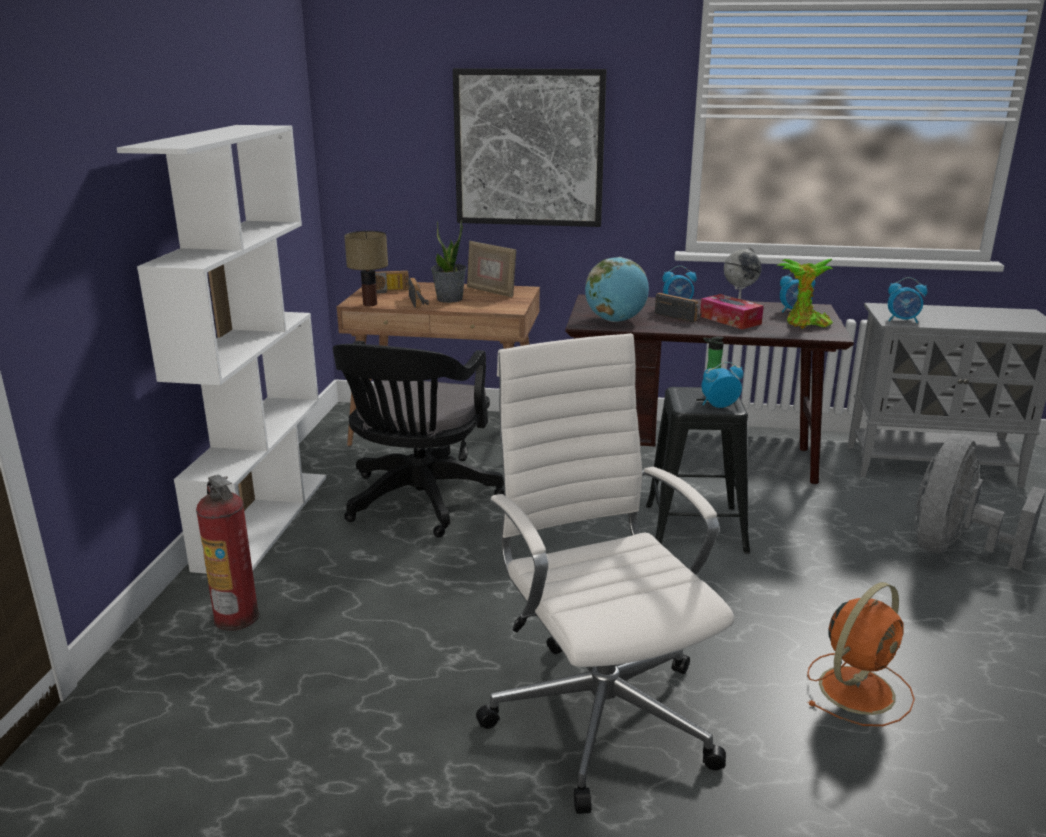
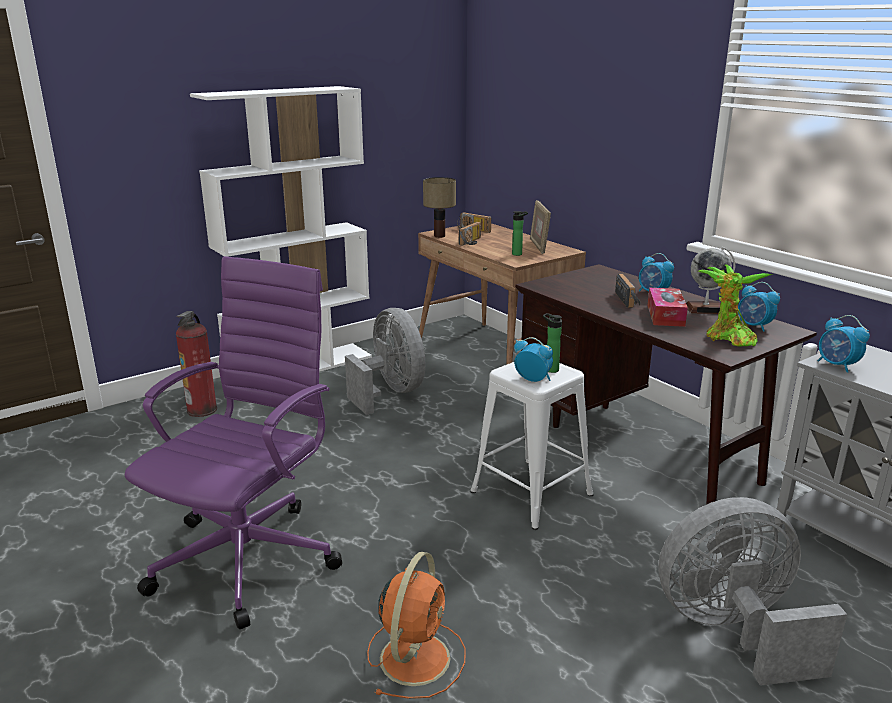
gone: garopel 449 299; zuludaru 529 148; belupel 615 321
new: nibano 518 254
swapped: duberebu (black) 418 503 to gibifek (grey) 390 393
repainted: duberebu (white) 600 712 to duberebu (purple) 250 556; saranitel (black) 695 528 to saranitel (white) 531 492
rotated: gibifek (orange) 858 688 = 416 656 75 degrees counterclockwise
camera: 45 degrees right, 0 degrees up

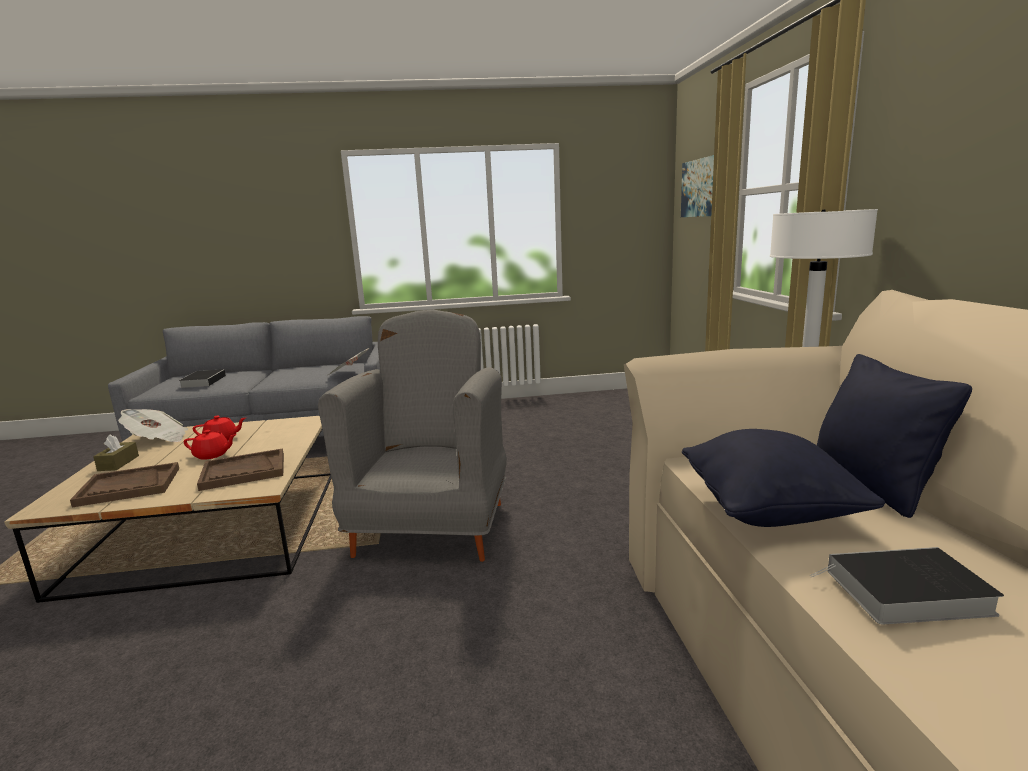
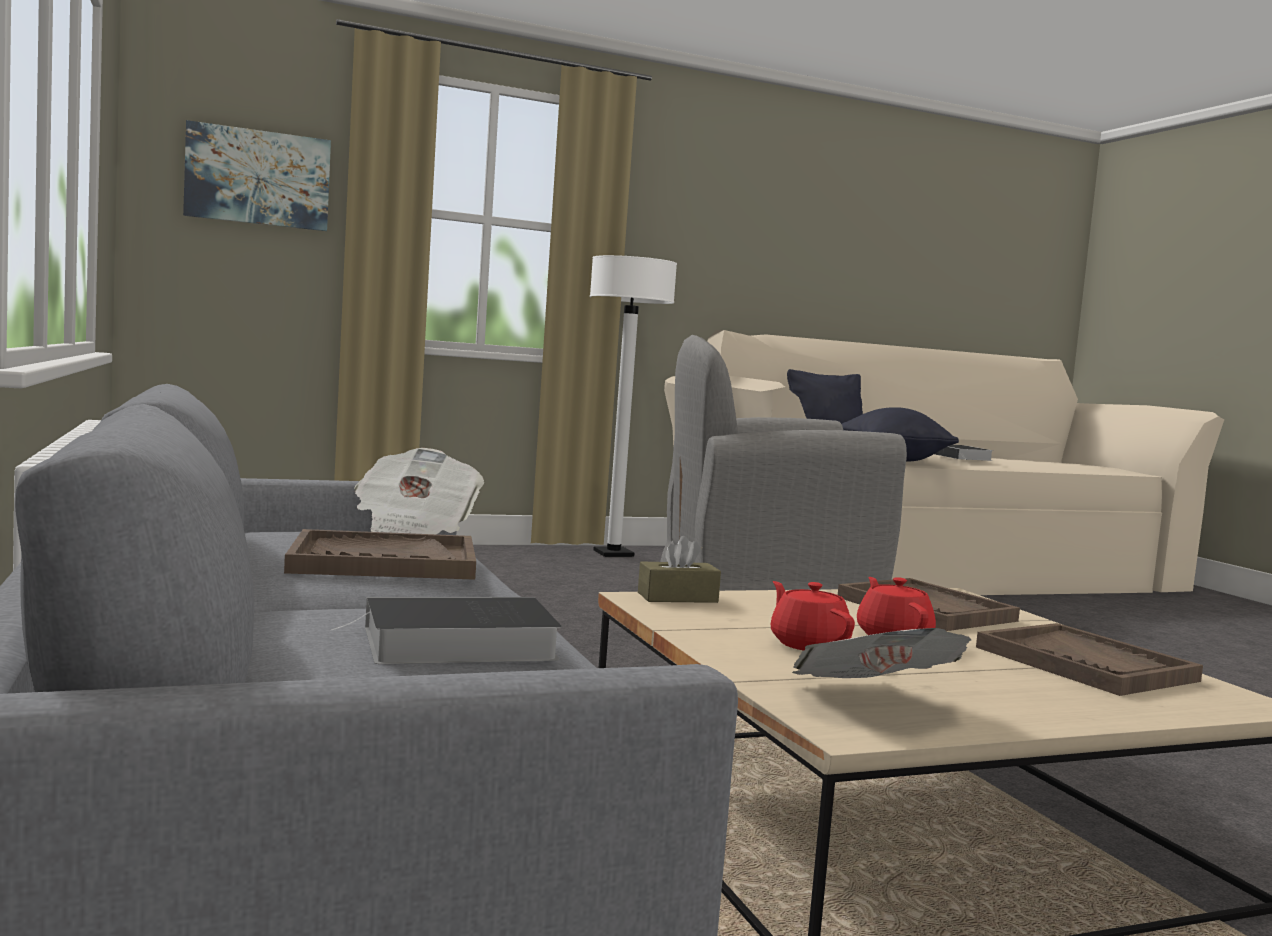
new: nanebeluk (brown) 383 561
shifted: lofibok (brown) 118 463 to 677 597
camera: 105 degrees left, 10 degrees down

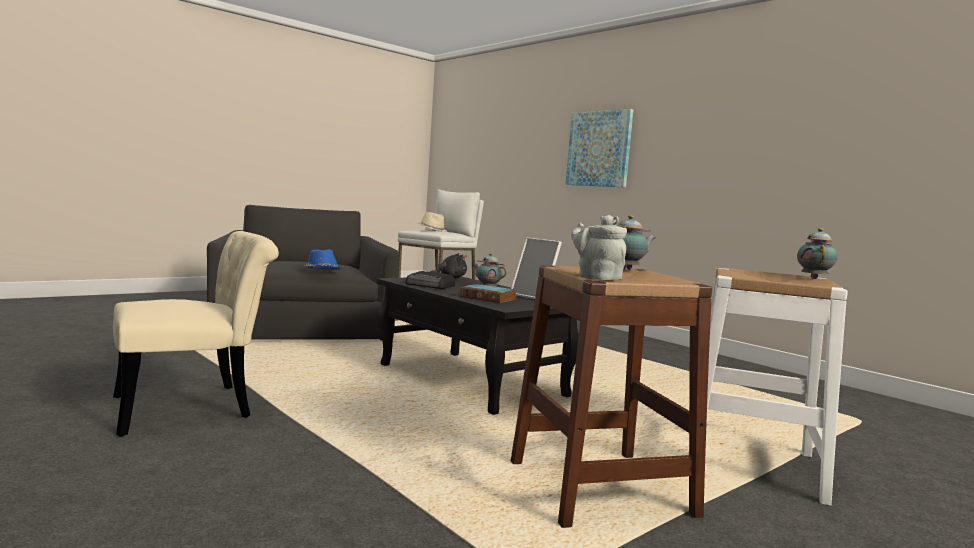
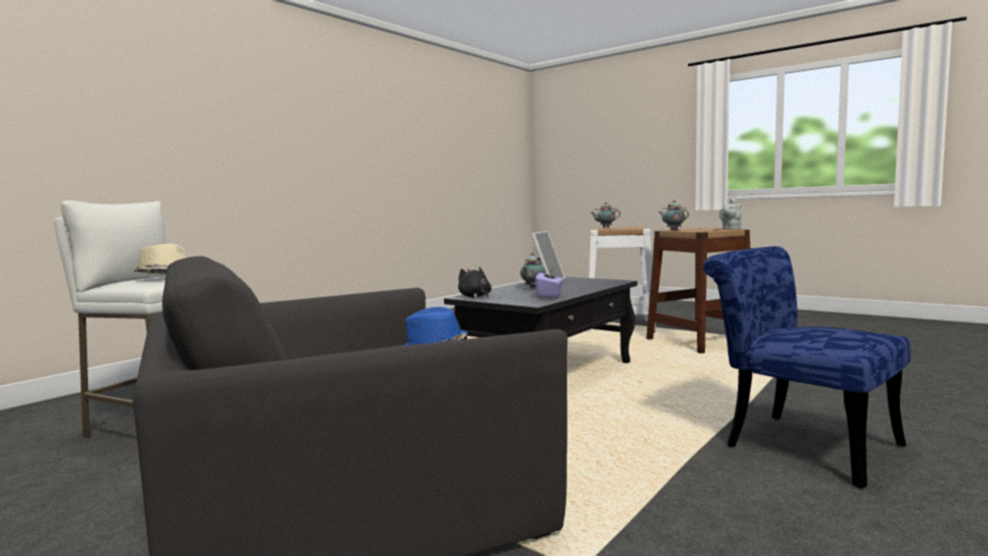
gone: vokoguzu 489 298; zuludaru 599 149
swapped: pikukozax 430 285 to lofibok (purple) 550 295
repainted: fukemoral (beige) 196 407 to fukemoral (blue) 797 443
camera: 100 degrees left, 0 degrees up

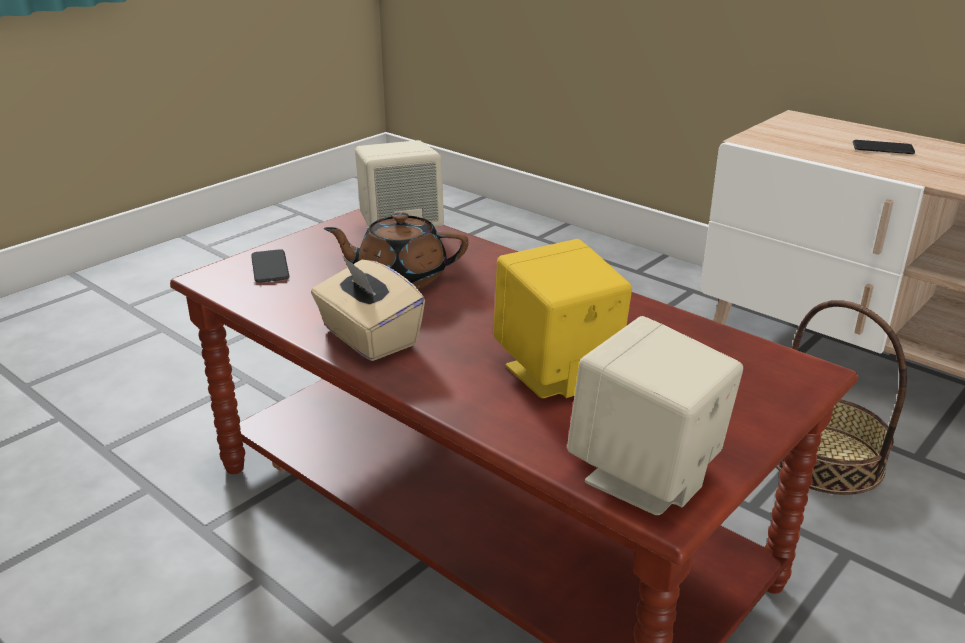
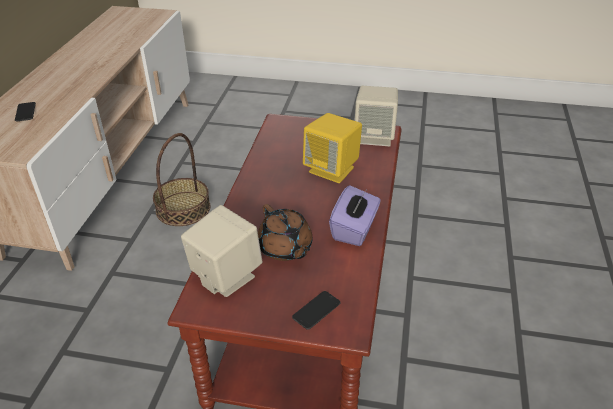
repainted: lofibok (beige) 368 338 to lofibok (purple) 354 229
camera: 120 degrees left, 10 degrees up

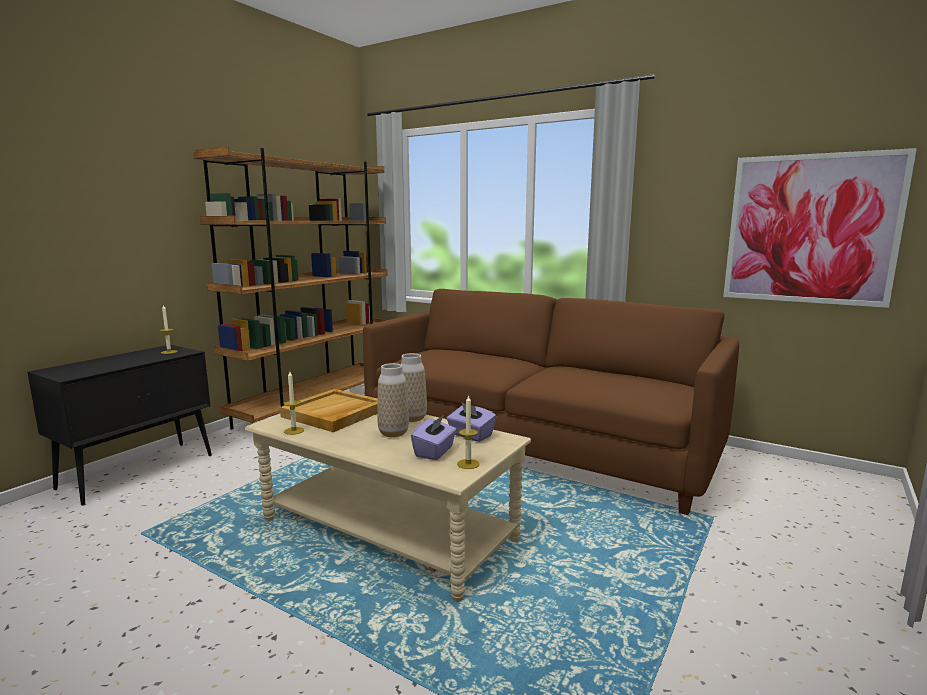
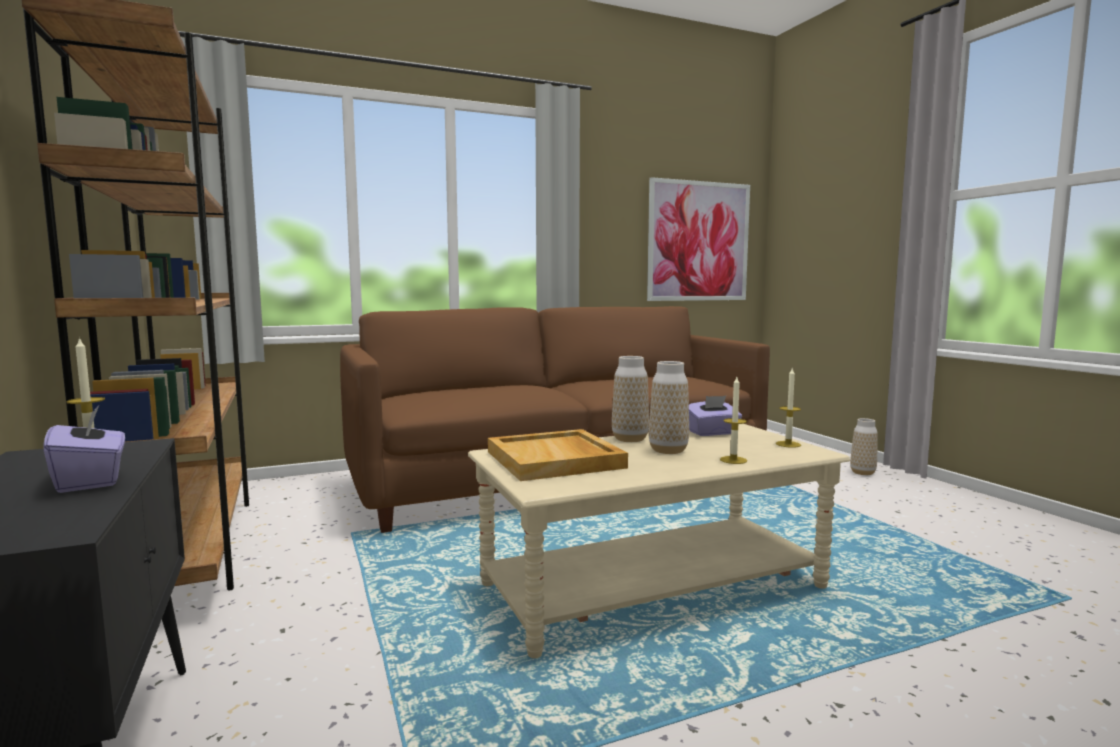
new: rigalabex 862 473
shifted: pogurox 294 431 to 733 460; lofibok (purple) 434 452 to 91 480
camera: 55 degrees left, 5 degrees down

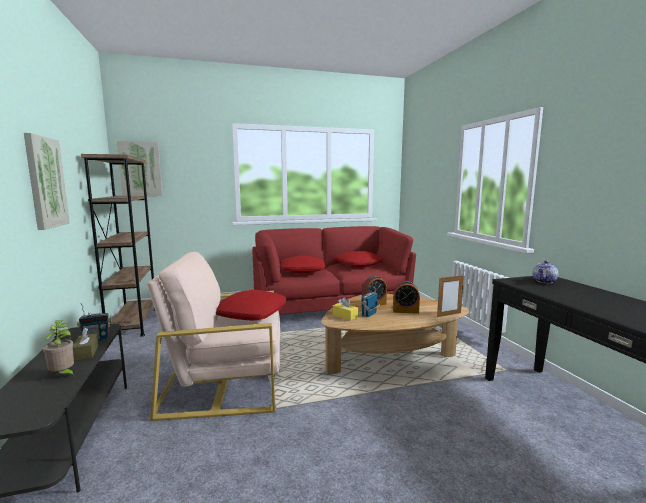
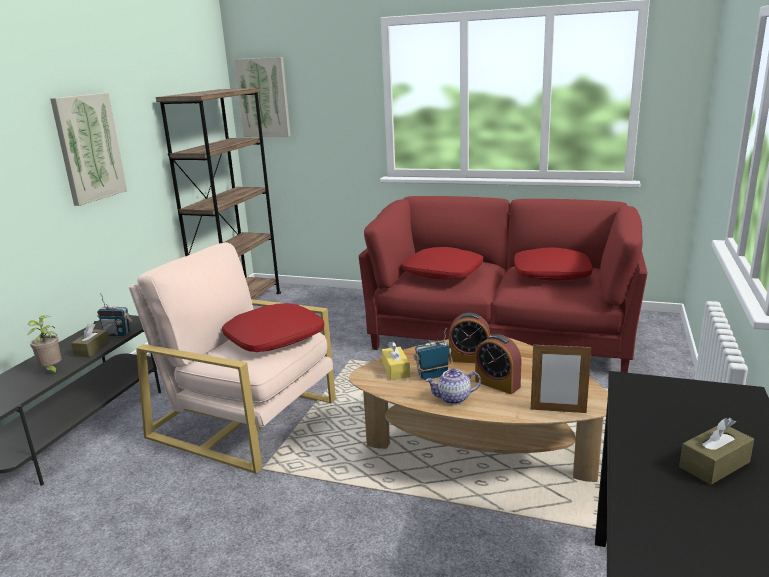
new: lofibok (brown) 714 464
shifted: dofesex 544 281 to 453 398
camera: 35 degrees right, 10 degrees up

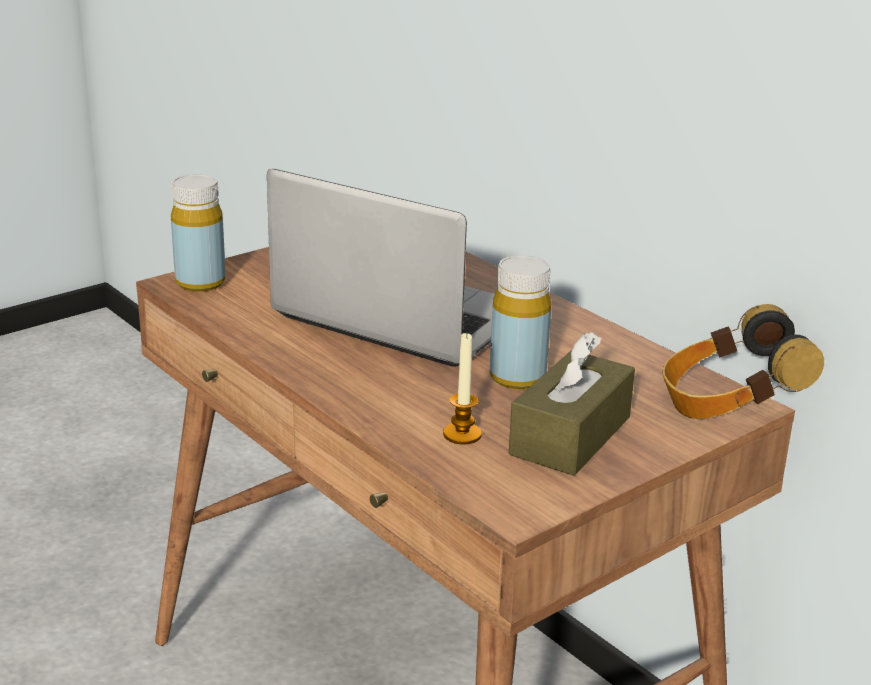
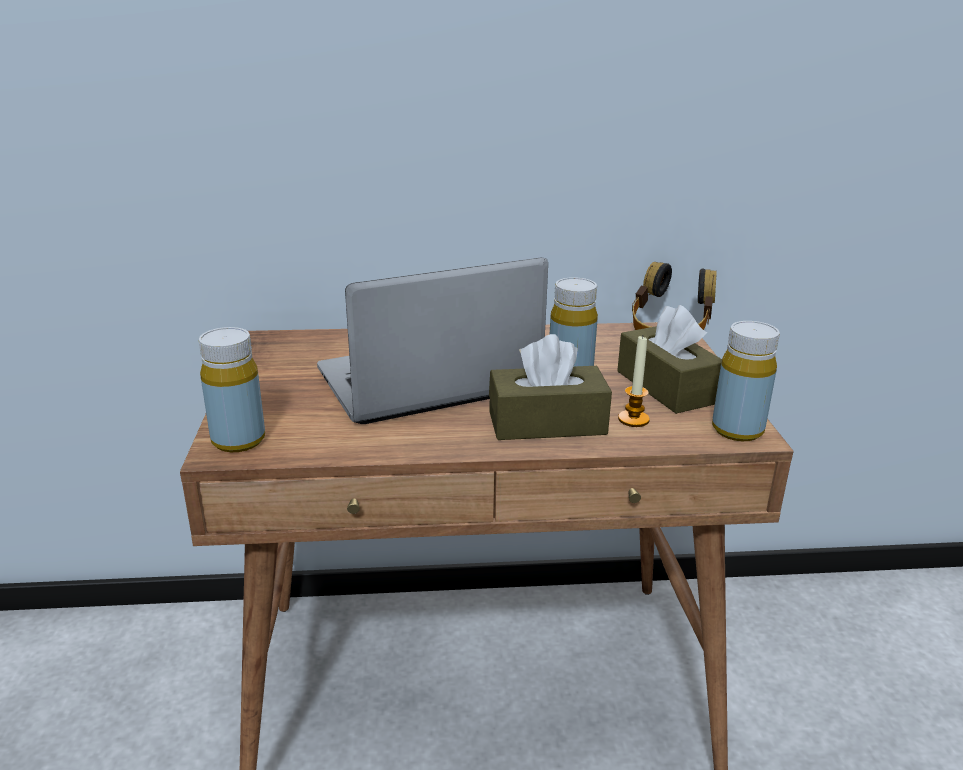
new: lofibok (brown) 547 423; nibano (yellow) 737 430
camera: 55 degrees left, 0 degrees up

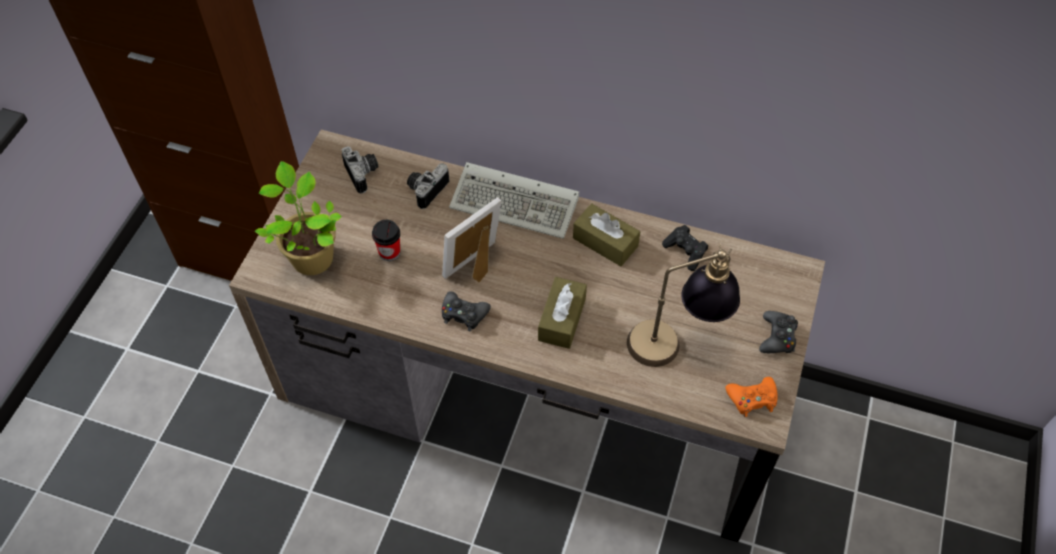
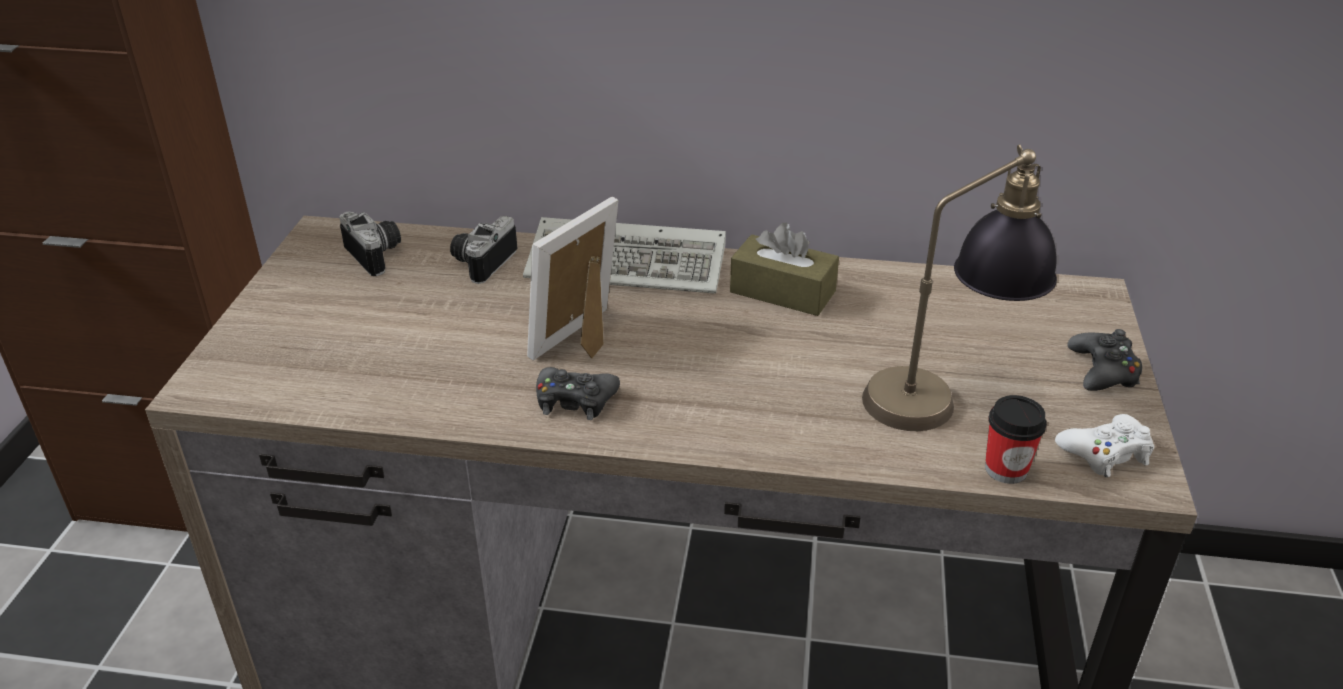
gone: garopel 311 256; lofibok (brown) 562 319; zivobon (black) 685 252
shifted: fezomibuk 389 252 to 1006 469
repainted: zivobon (orange) 752 399 to zivobon (white) 1106 453
camera: 10 degrees left, 20 degrees down

